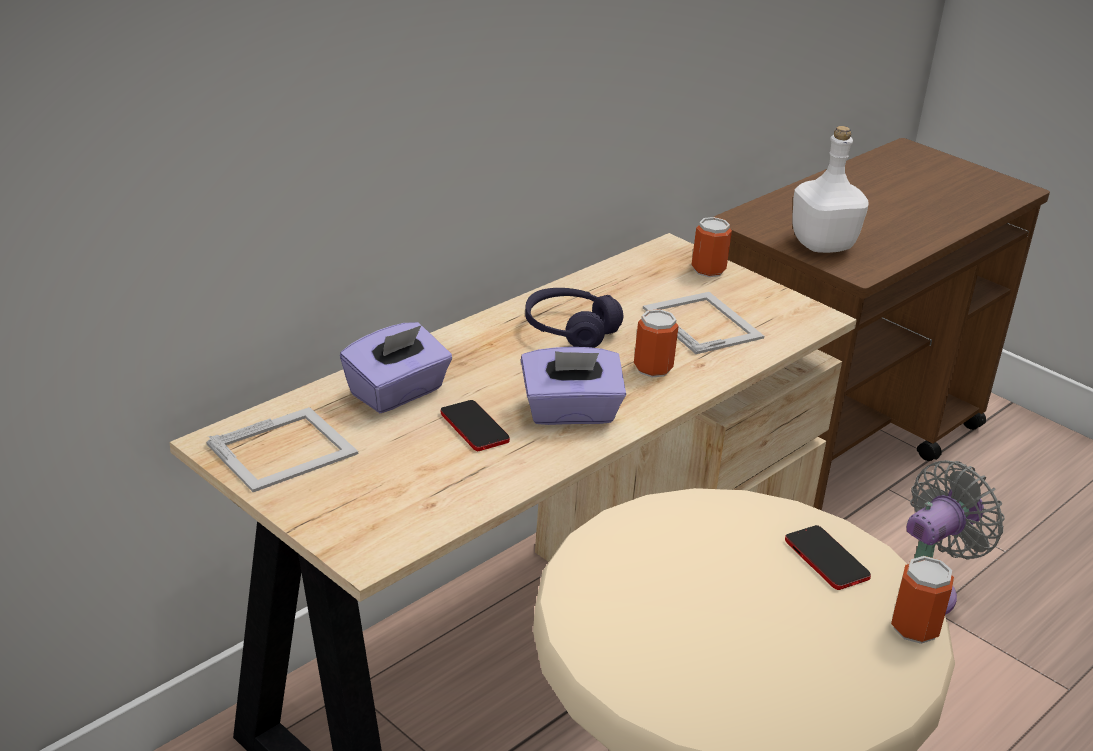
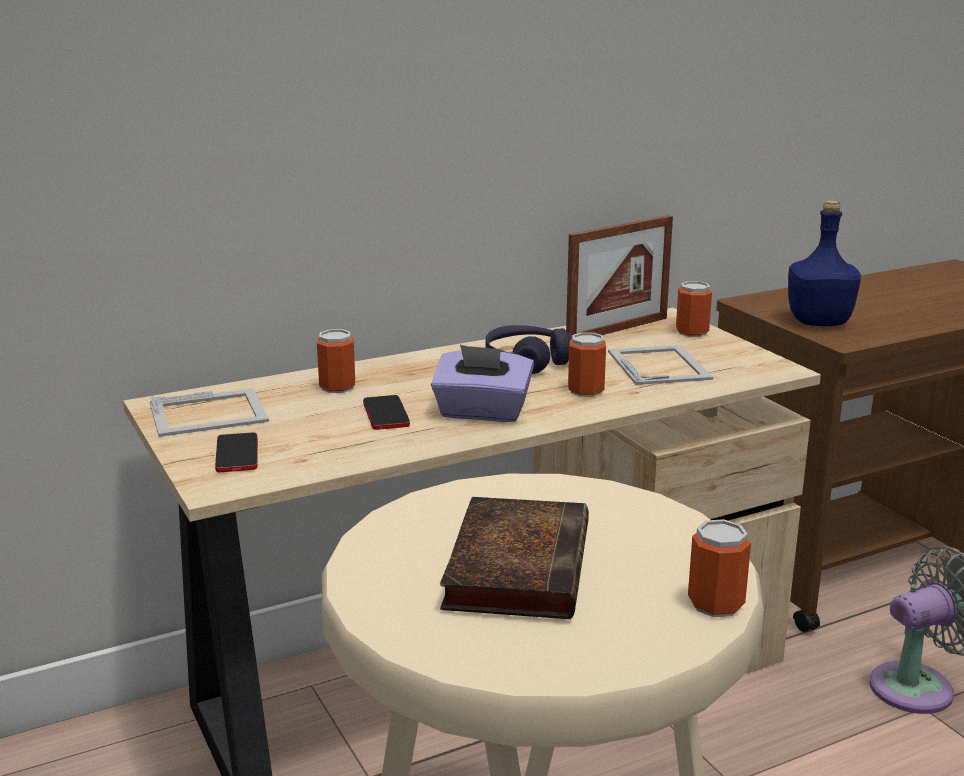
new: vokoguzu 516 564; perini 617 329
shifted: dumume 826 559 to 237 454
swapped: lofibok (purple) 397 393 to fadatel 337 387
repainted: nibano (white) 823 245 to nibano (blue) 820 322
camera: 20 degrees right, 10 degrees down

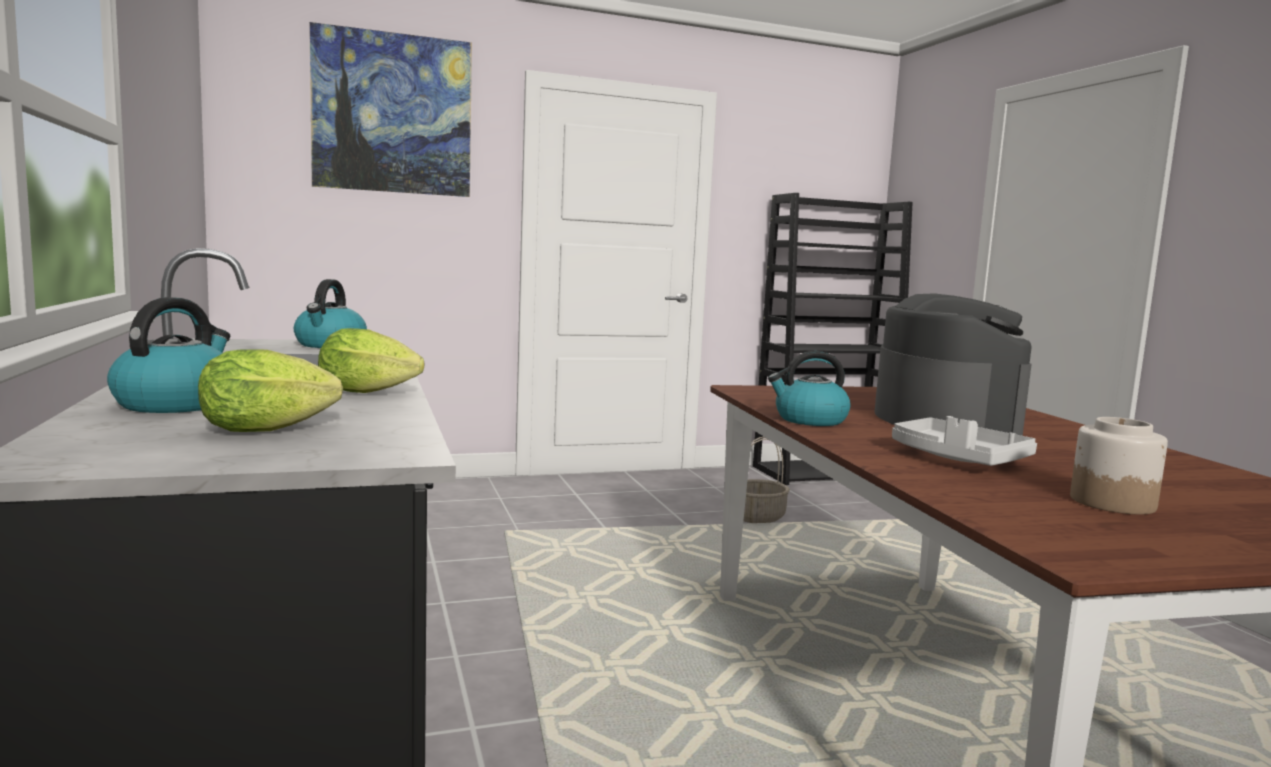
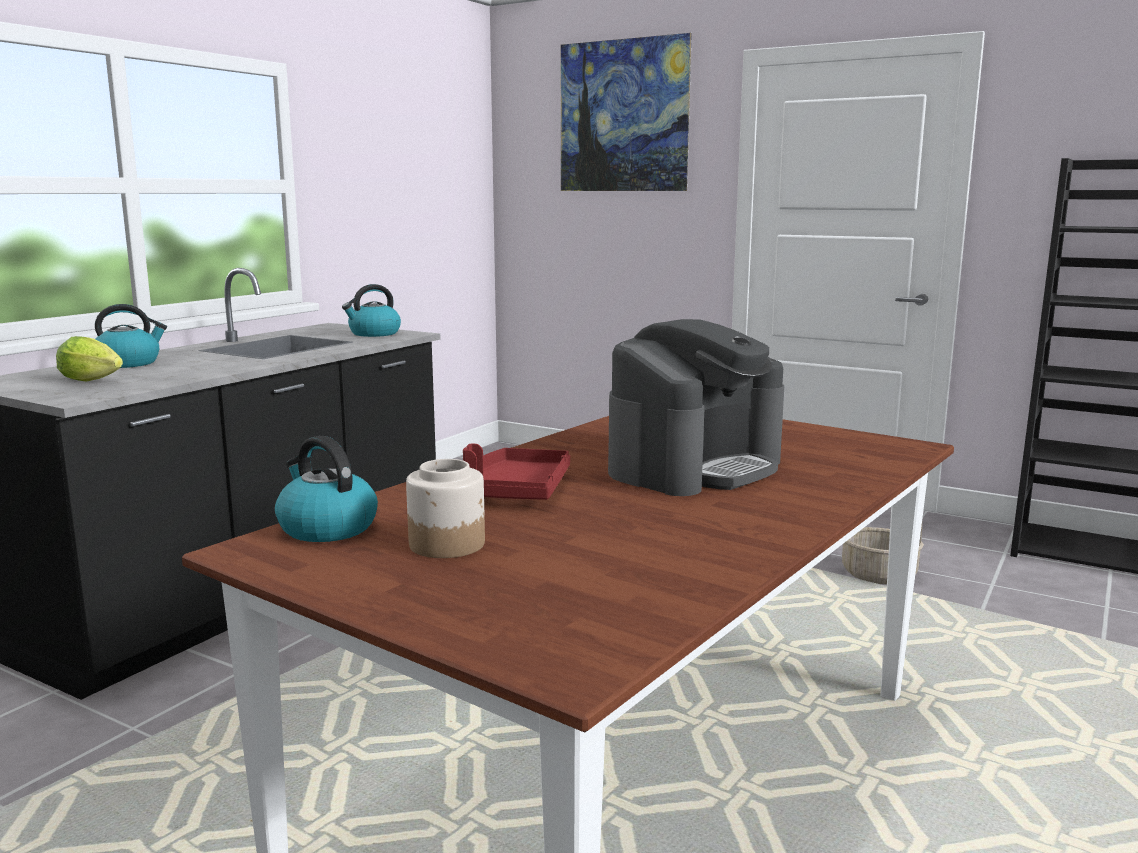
gone: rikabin 373 393
shifted: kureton 809 420 to 326 528
repainted: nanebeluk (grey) 957 459 to nanebeluk (red) 516 491
camera: 50 degrees right, 5 degrees up

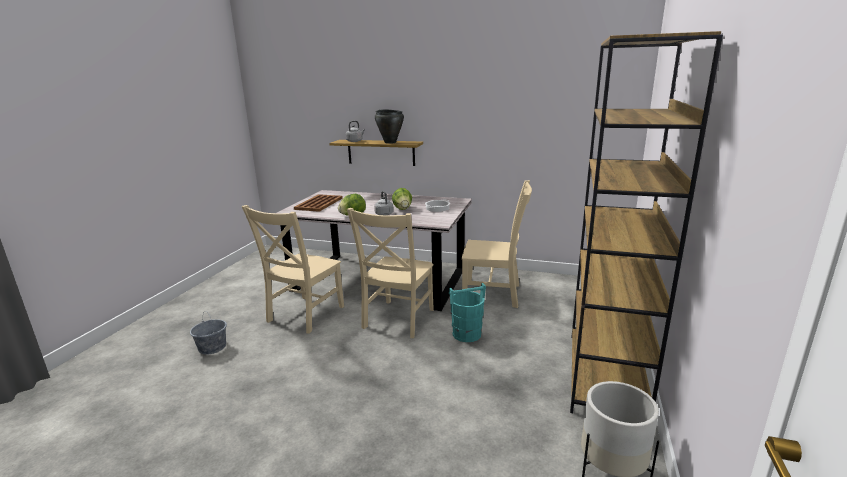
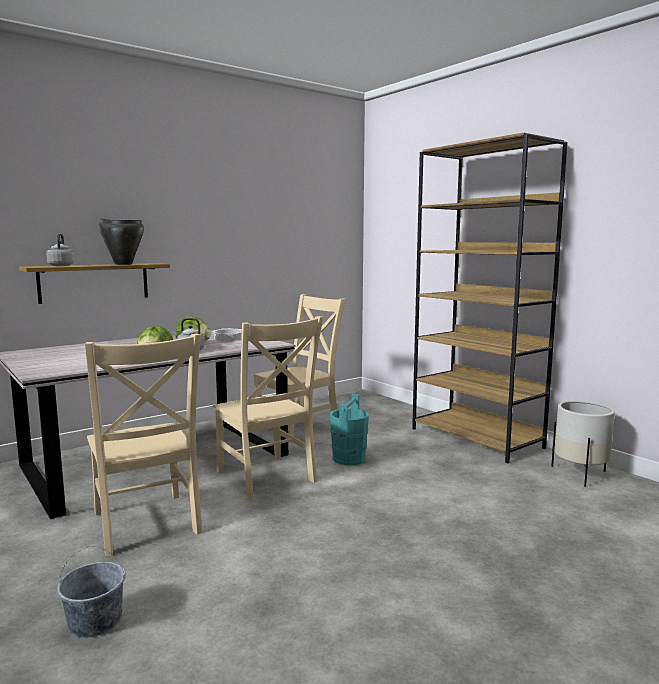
gone: nanebeluk (brown) 319 203
camera: 55 degrees left, 10 degrees down

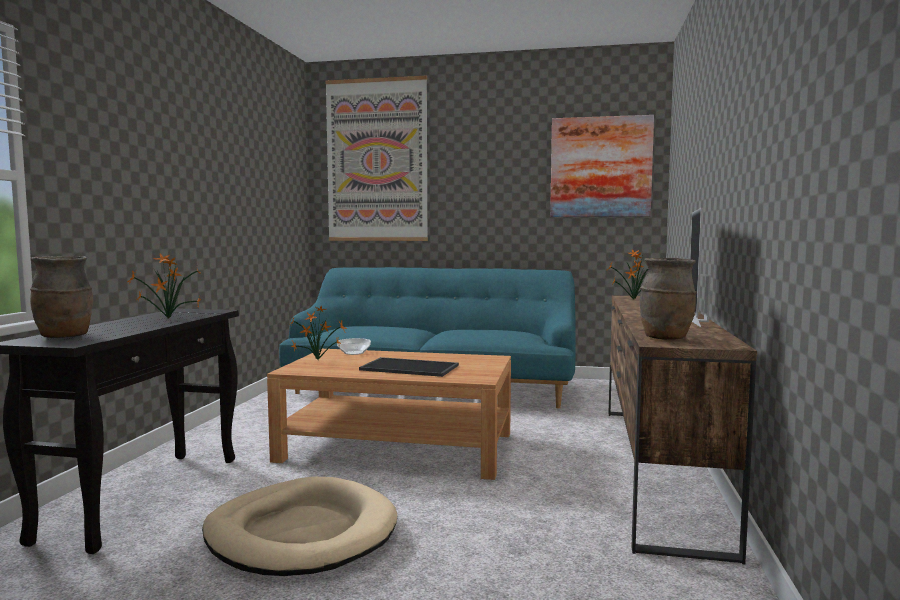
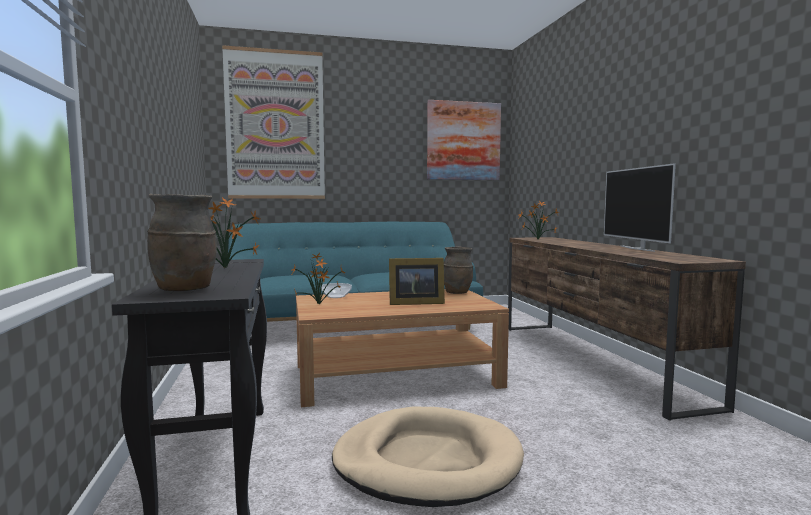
shifted: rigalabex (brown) 666 338 to 457 293
swapped: nanebeluk 411 367 to perini 414 303
camera: 25 degrees left, 0 degrees up

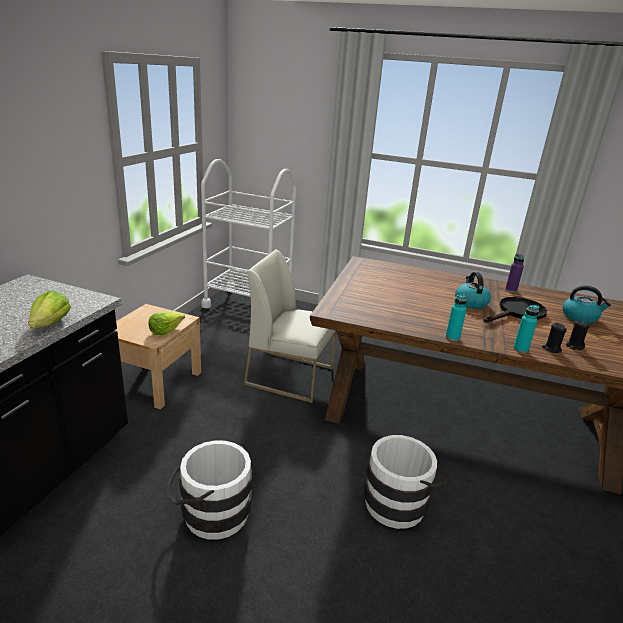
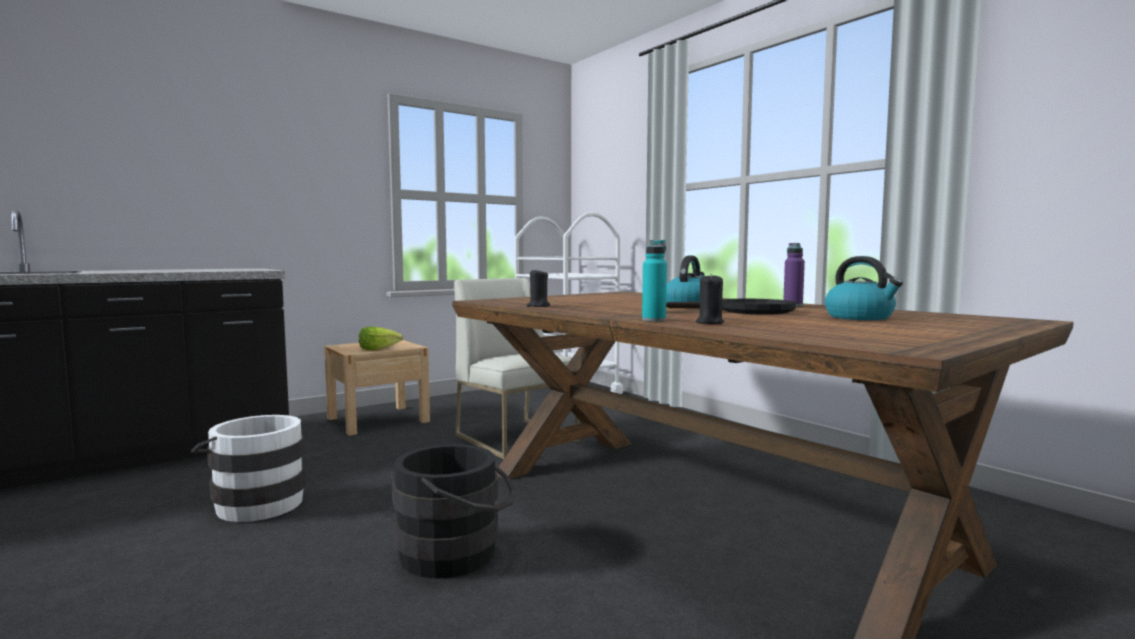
gone: rikabin 51 324; nibano (turquoise) 452 337
shifted: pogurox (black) 574 346 to 538 306
repainted: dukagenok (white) 399 501 to dukagenok (black) 458 554
camera: 35 degrees right, 20 degrees down

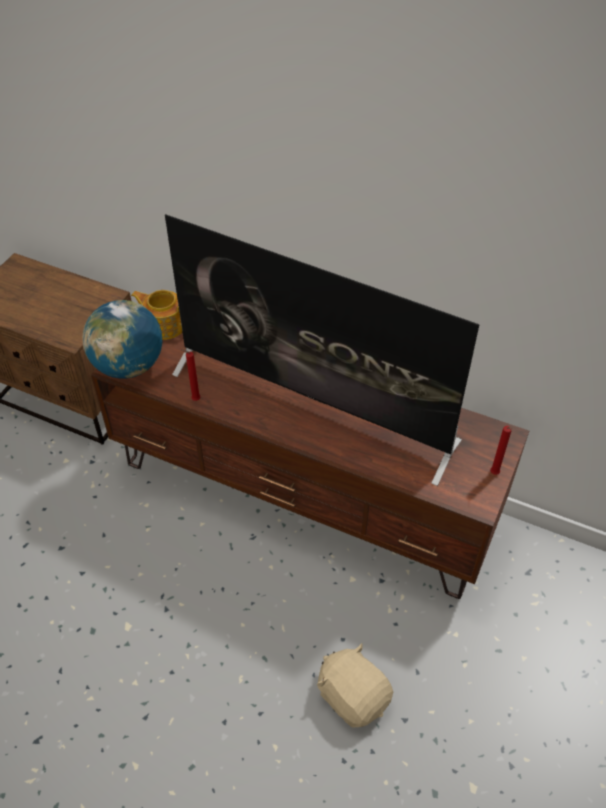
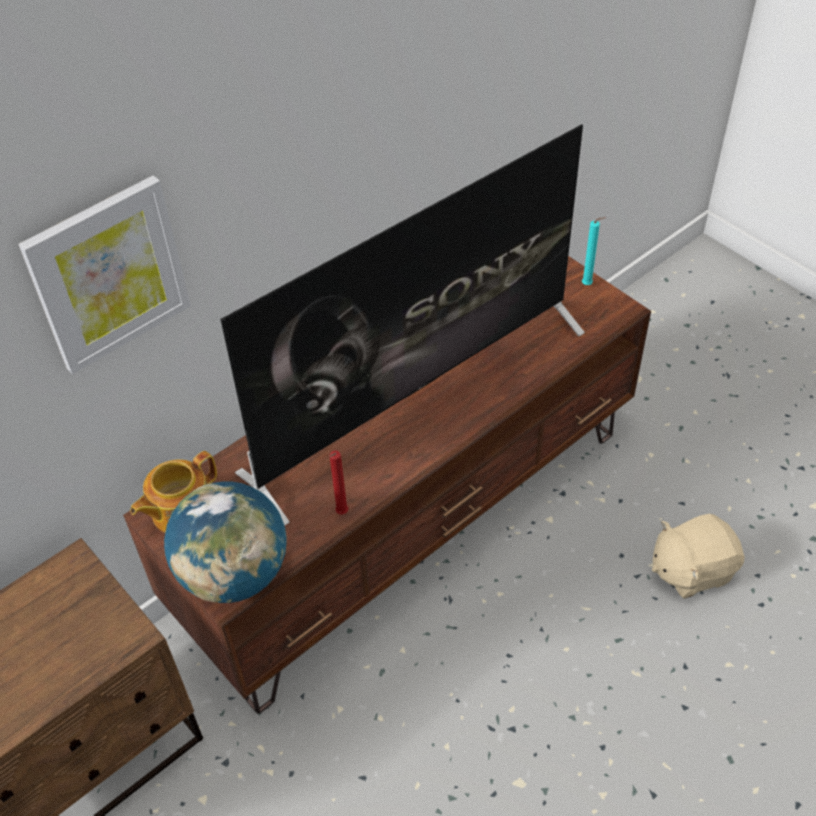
new: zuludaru 108 274
repainted: pogurox (red) 494 474 to pogurox (turquoise) 588 285
camera: 65 degrees left, 0 degrees up

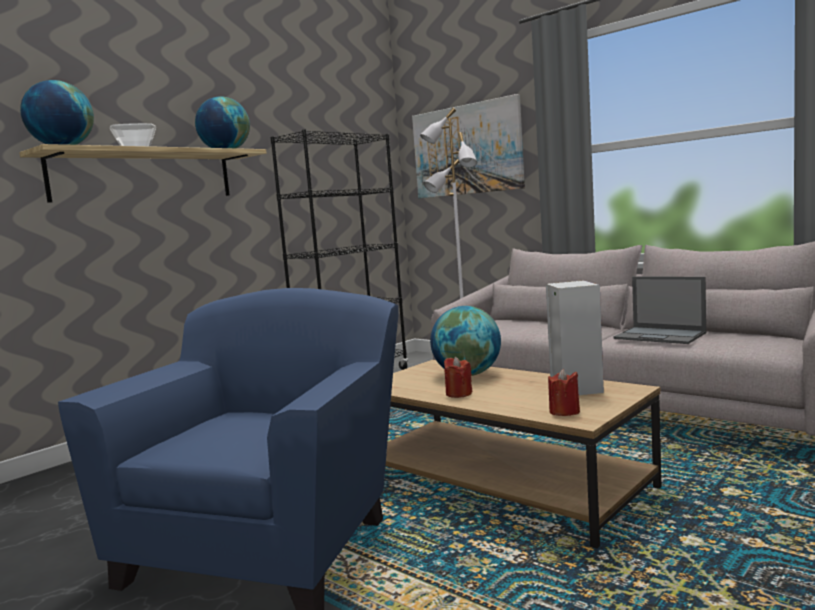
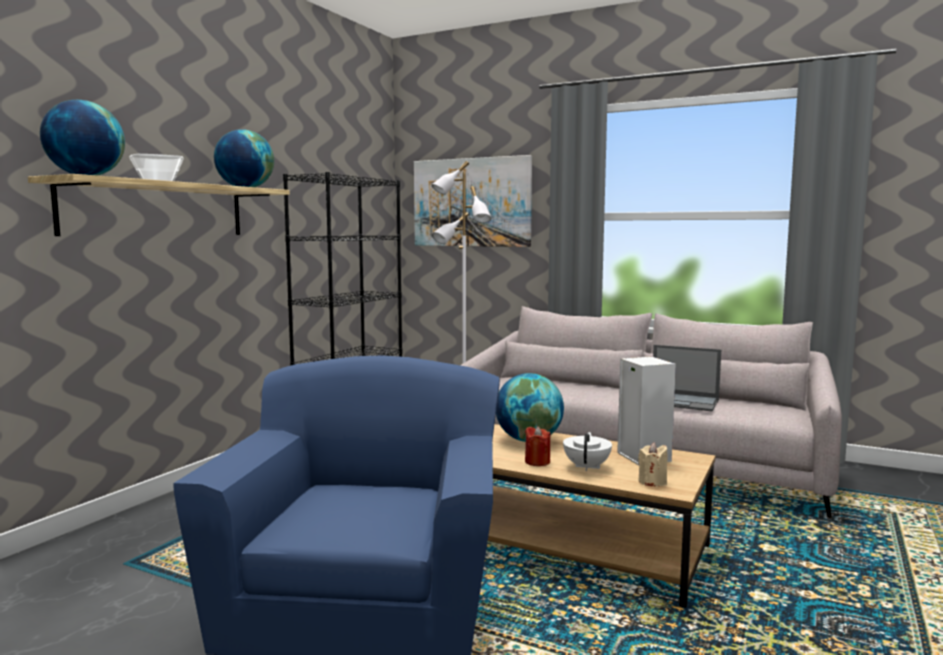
new: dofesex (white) 587 467
repainted: pogurox (red) 564 412 to pogurox (beige) 652 482
camera: 15 degrees left, 0 degrees up

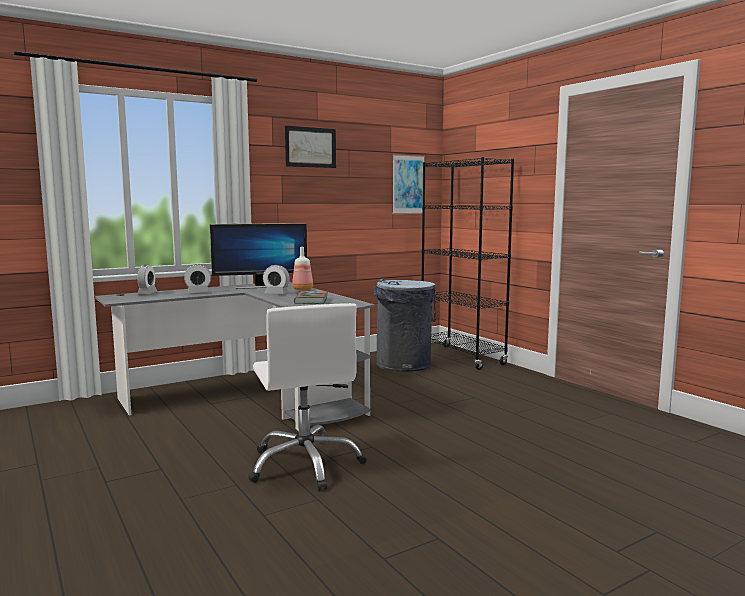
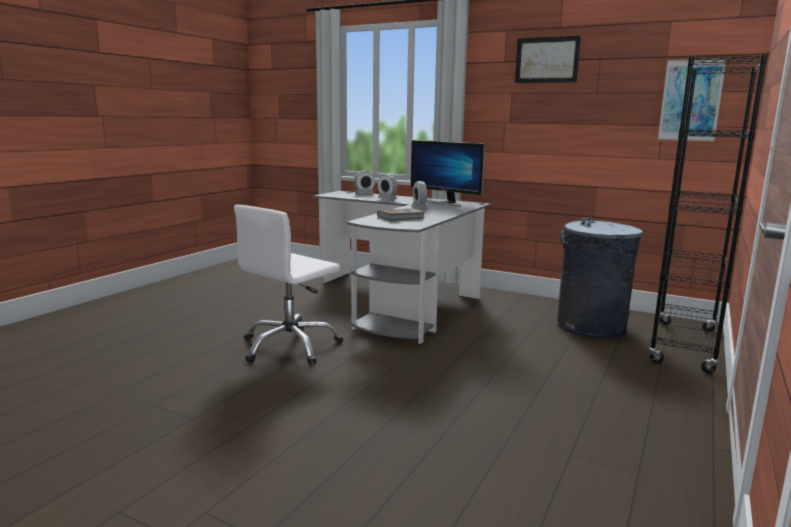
gone: nibano 302 289
camera: 60 degrees right, 5 degrees up

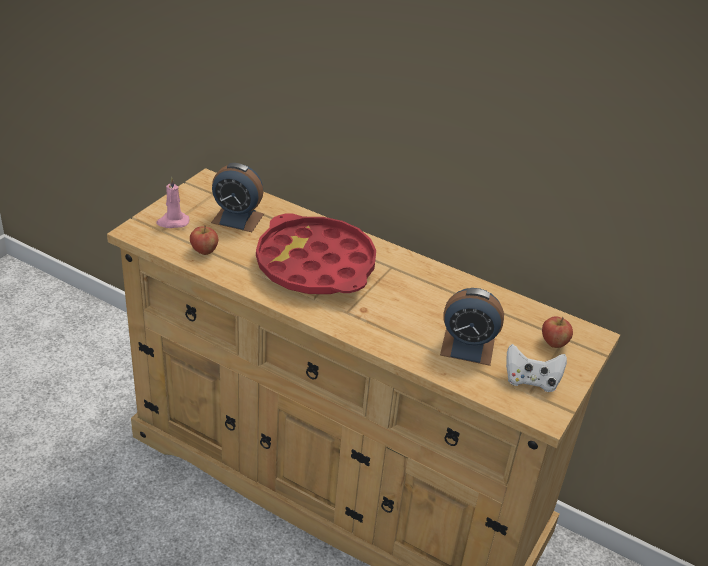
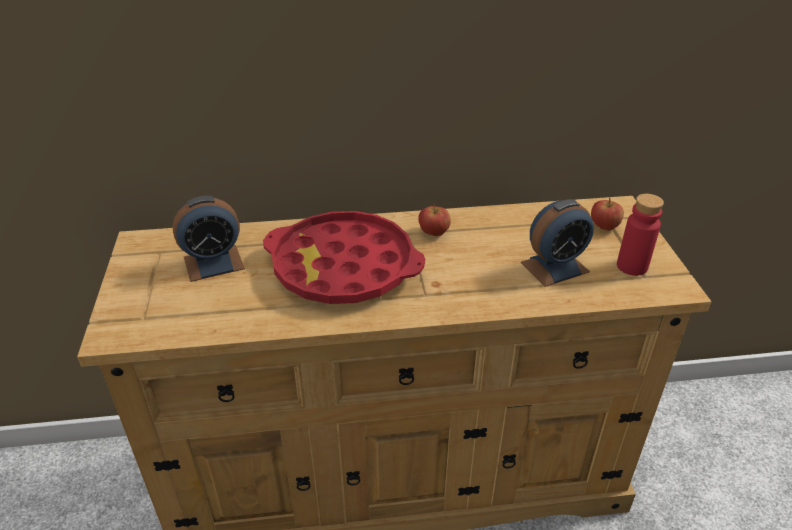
gone: pogurox (pink) 172 222
shifted: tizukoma 204 251 to 434 233
swapped: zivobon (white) 531 381 to nibano (red) 632 266
camera: 35 degrees left, 0 degrees up

